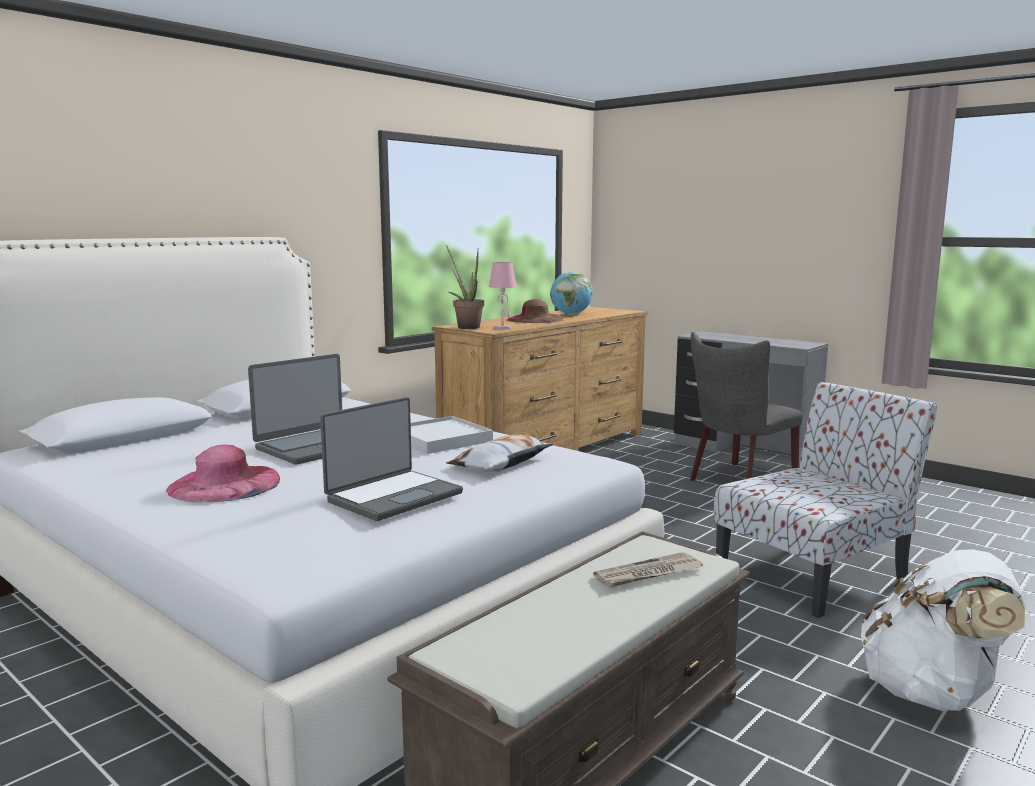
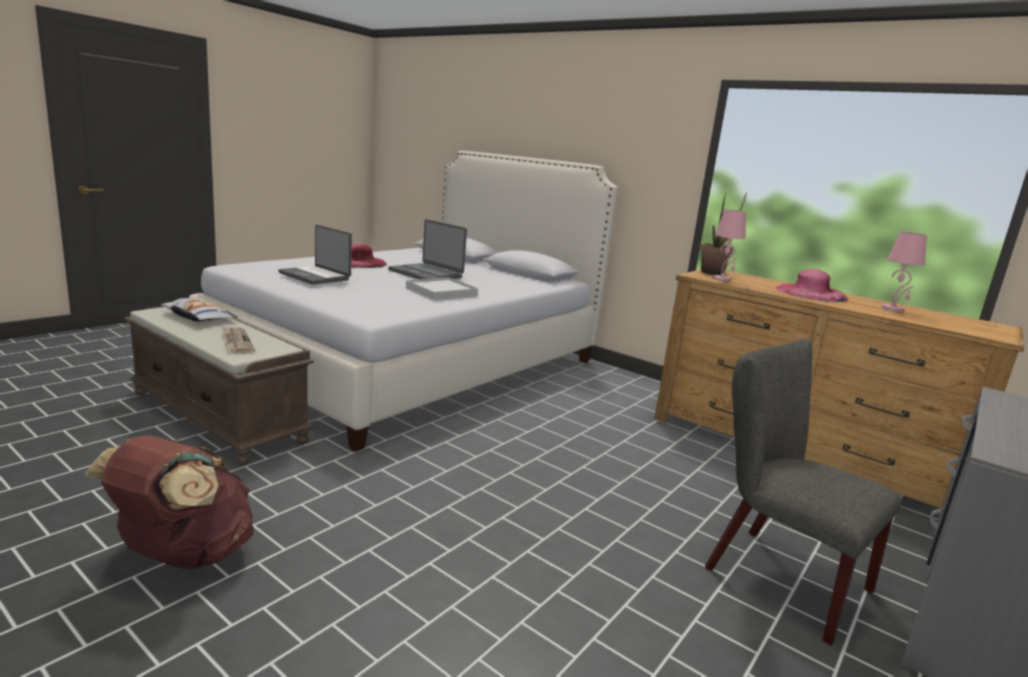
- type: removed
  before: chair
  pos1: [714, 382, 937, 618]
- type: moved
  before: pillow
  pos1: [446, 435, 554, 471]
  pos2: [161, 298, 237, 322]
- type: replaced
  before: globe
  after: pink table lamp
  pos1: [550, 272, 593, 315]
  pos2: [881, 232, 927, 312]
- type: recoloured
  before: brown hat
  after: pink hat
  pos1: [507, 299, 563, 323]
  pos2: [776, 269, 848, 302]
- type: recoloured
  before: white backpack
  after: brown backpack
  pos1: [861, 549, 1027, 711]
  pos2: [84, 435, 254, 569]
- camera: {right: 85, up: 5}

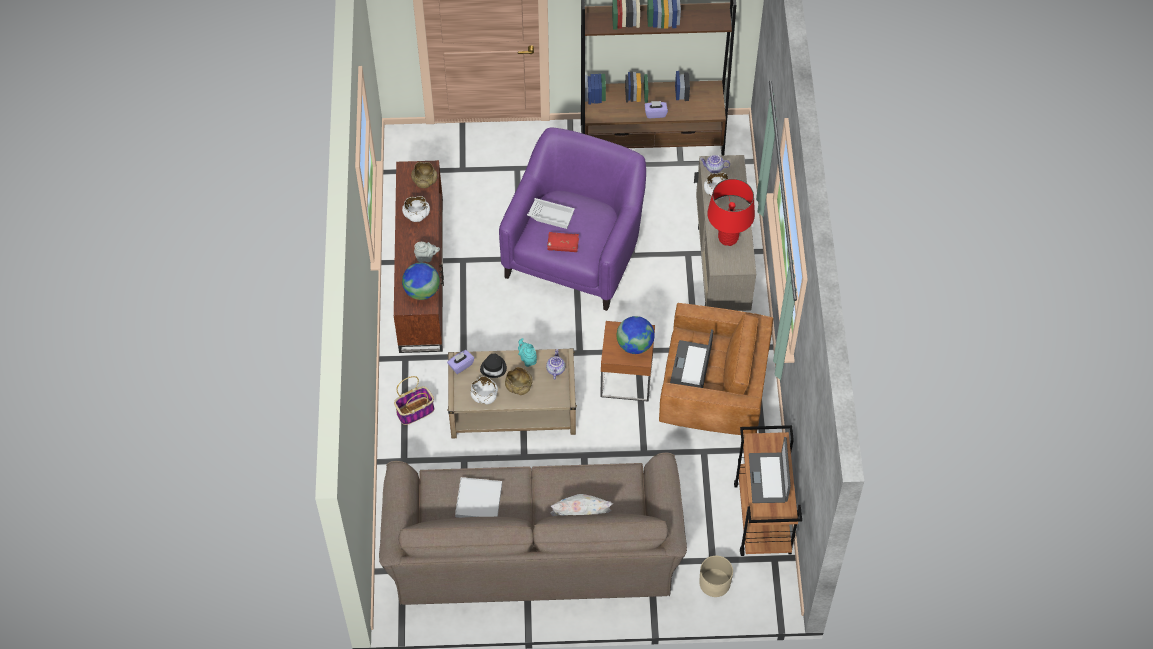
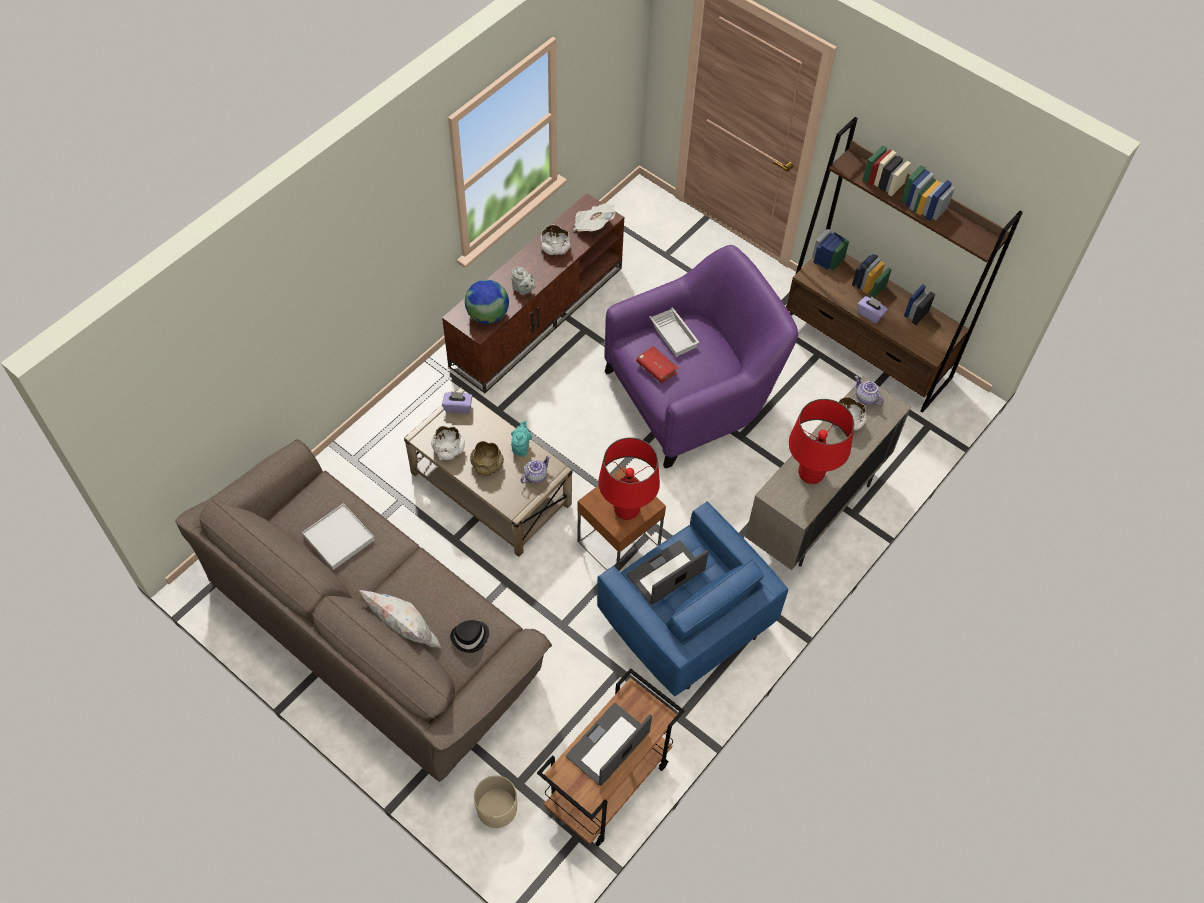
- type: removed
  before: basket
  pos1: [394, 376, 434, 425]
- type: moved
  before: black hat
  pos1: [480, 353, 507, 378]
  pos2: [450, 620, 489, 653]
- type: replaced
  before: beige bowl
  after: newspaper
  pos1: [411, 162, 437, 188]
  pos2: [573, 203, 615, 231]
- type: replaced
  before: globe
  after: red table lamp
  pos1: [617, 316, 655, 354]
  pos2: [598, 437, 660, 520]
- type: recoloured
  before: brown armchair
  after: blue armchair
  pos1: [659, 303, 773, 435]
  pos2: [597, 501, 788, 696]
- camera: {right: 40, up: 0}

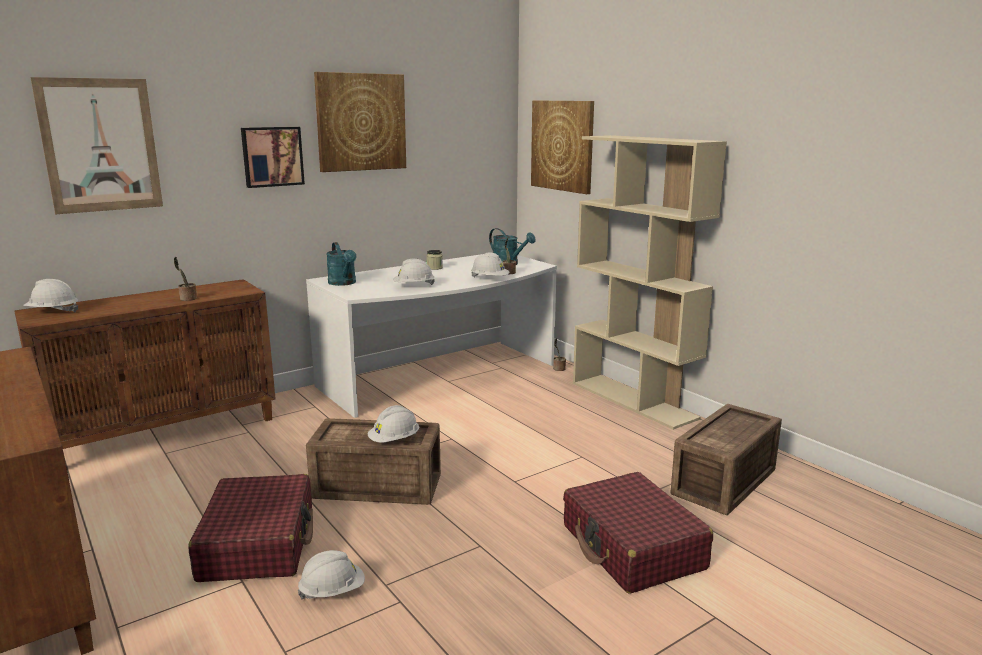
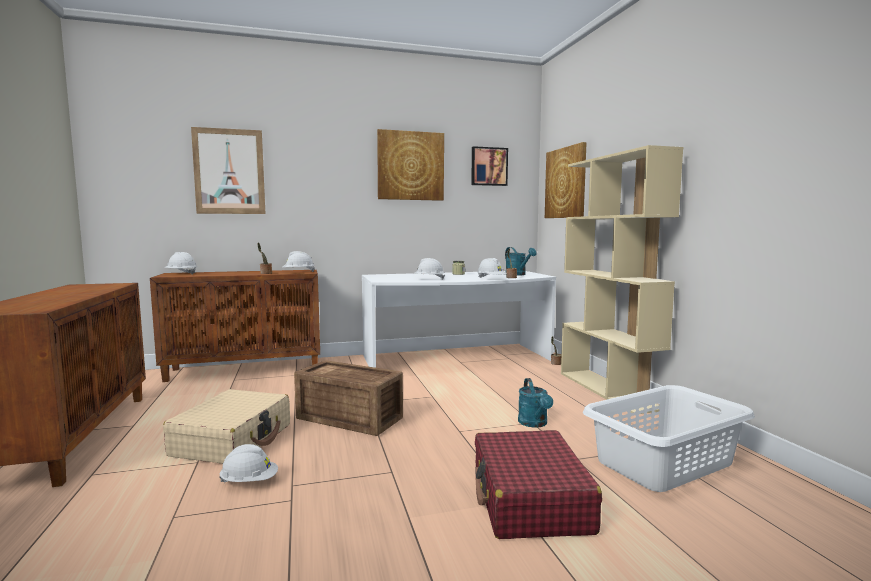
- type: moved
  before: picture
  pos1: [241, 127, 305, 188]
  pos2: [471, 146, 508, 186]
- type: moved
  before: turquoise watering can
  pos1: [326, 242, 356, 286]
  pos2: [518, 378, 553, 428]
- type: moved
  before: white hard hat
  pos1: [368, 405, 419, 443]
  pos2: [282, 251, 315, 272]
- type: replaced
  before: crate
  after: white laundry basket
  pos1: [670, 404, 782, 515]
  pos2: [583, 385, 755, 492]
- type: recoloured
  before: red suitcase
  after: beige suitcase
  pos1: [188, 474, 313, 582]
  pos2: [163, 389, 290, 464]
- camera: {right: 20, up: -10}

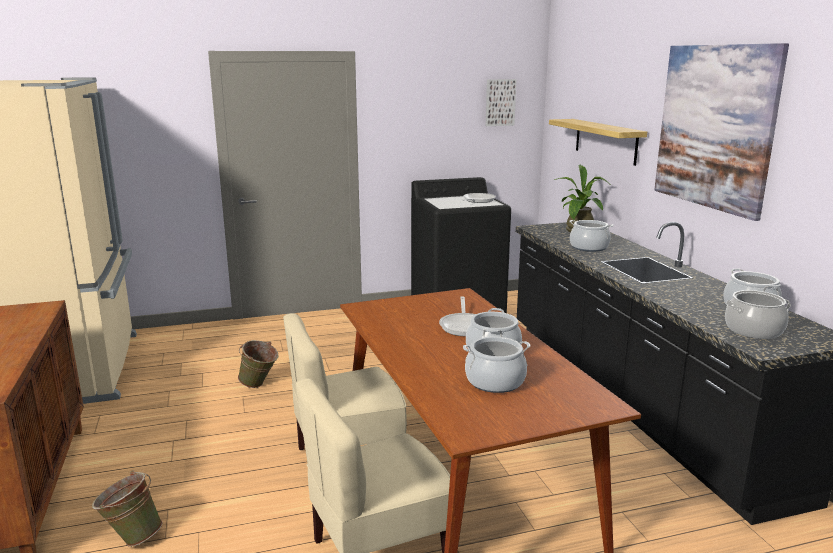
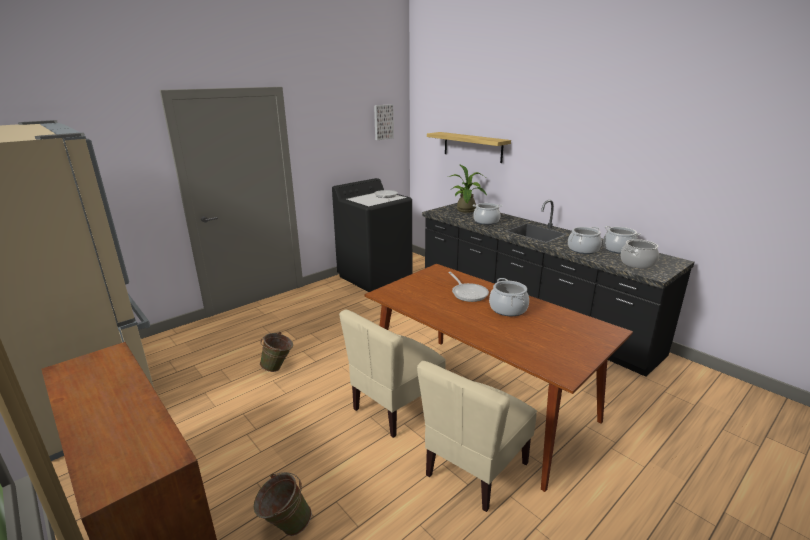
- type: removed
  before: picture
  pos1: [654, 43, 789, 221]
- type: moved
  before: cooking pot
  pos1: [463, 336, 530, 393]
  pos2: [568, 227, 602, 254]
- camera: {right: -25, up: 5}

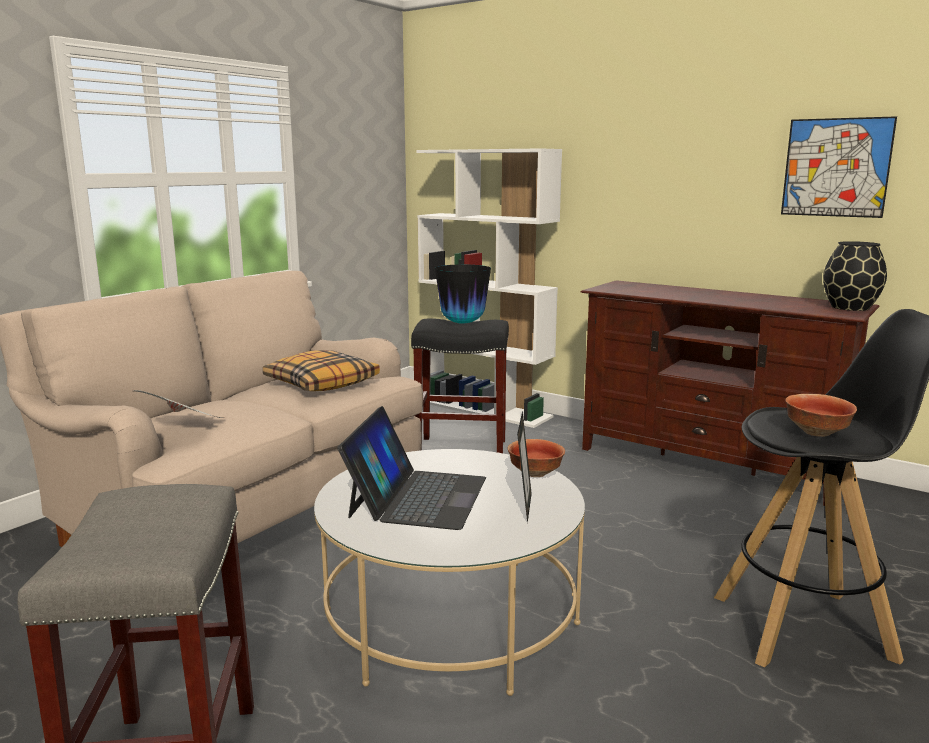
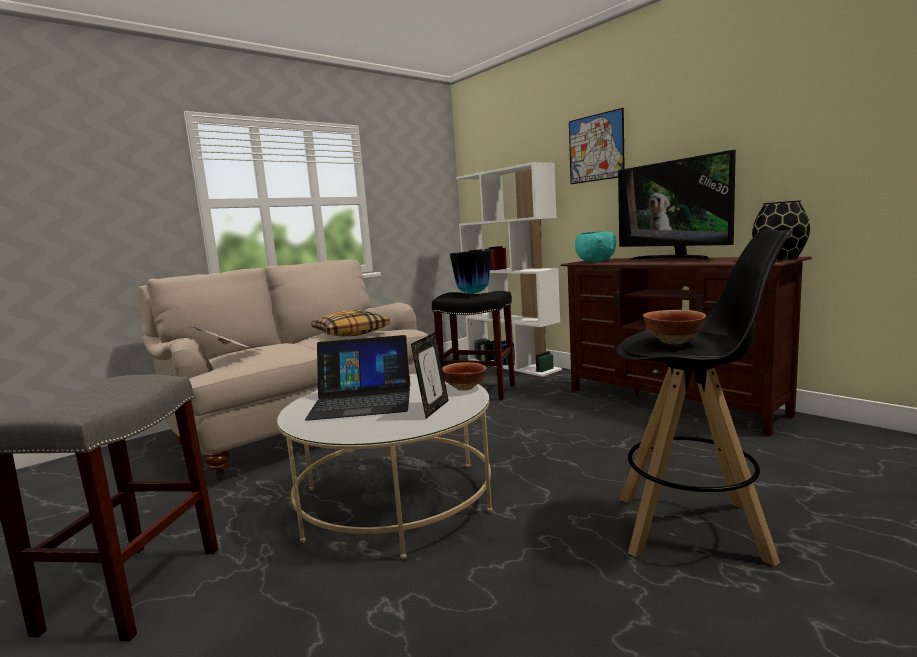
- type: added
  after: turquoise bowl
  pos2: [575, 231, 616, 262]
- type: added
  after: television
  pos2: [618, 150, 736, 260]
- type: moved
  before: picture
  pos1: [781, 116, 897, 218]
  pos2: [569, 108, 625, 184]
- type: turned
  before: laptop
  pos1: [337, 406, 486, 530]
  pos2: [305, 335, 410, 421]
  turn: 60
- camera: {right: 15, up: -5}

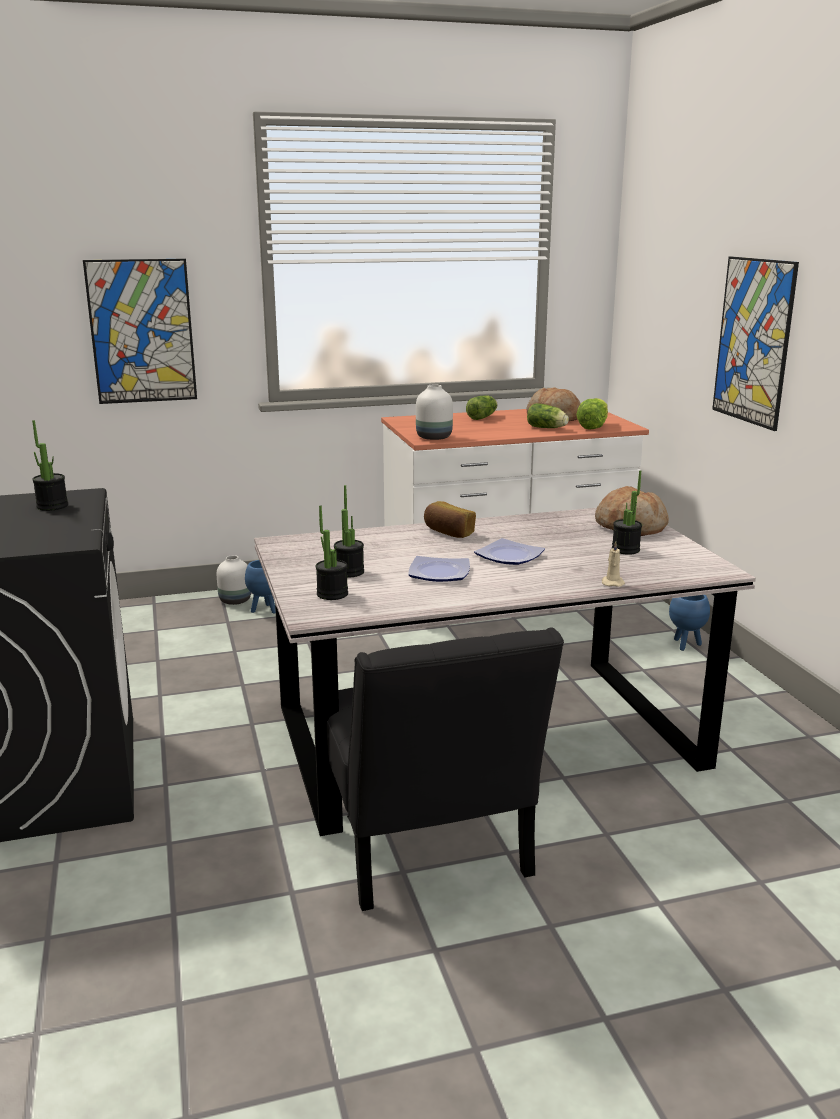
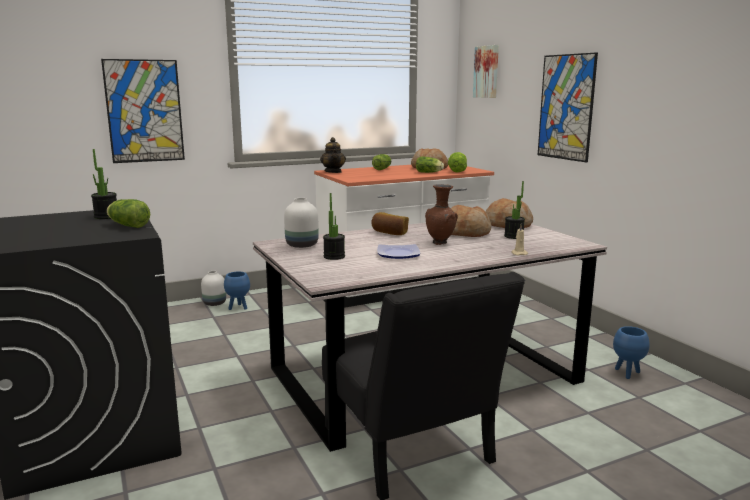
- type: removed
  before: potted plant
  pos1: [316, 506, 348, 600]
- type: added
  after: lettuce
  pos2: [107, 199, 150, 228]
- type: added
  after: teapot
  pos2: [320, 137, 346, 173]
- type: added
  after: bread
  pos2: [451, 205, 491, 237]
- type: added
  after: picture
  pos2: [473, 45, 499, 98]
- type: moved
  before: white vase
  pos1: [416, 384, 453, 440]
  pos2: [284, 198, 319, 248]
- type: moved
  before: blue planter
  pos1: [669, 595, 710, 651]
  pos2: [613, 326, 649, 379]
- type: replaced
  before: plate
  after: brown vase
  pos1: [474, 538, 545, 565]
  pos2: [425, 184, 458, 245]
- camera: {right: -10, up: -5}

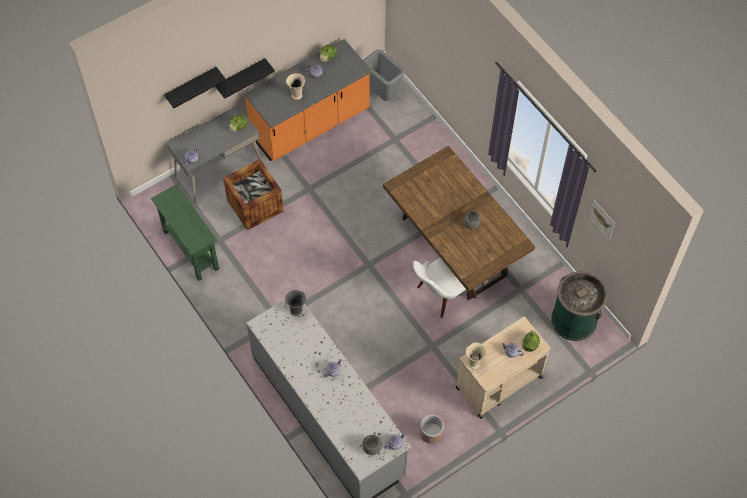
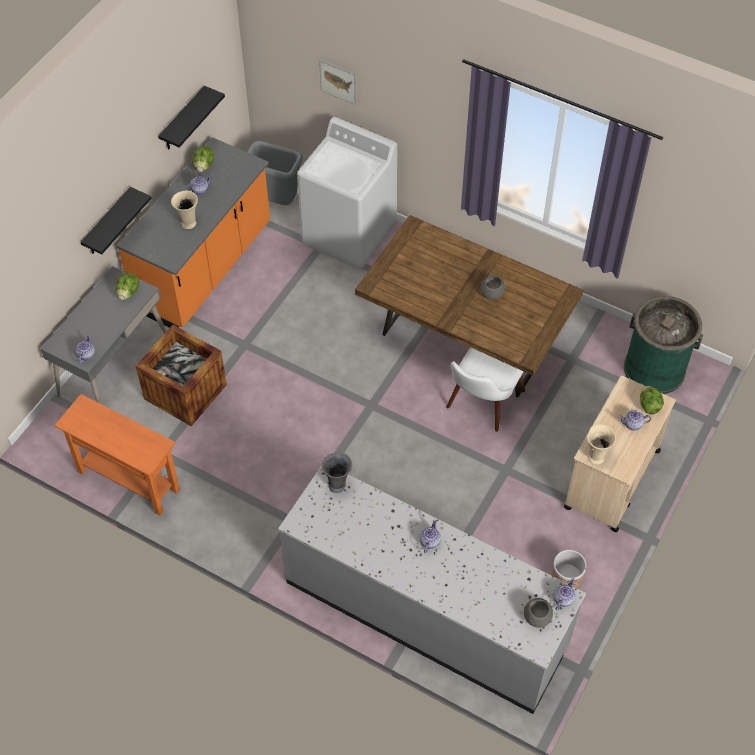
- type: added
  after: white washing machine
  pos2: [297, 117, 397, 270]
- type: moved
  before: black shelf
  pos1: [164, 67, 226, 108]
  pos2: [158, 86, 225, 150]
- type: moved
  before: picture
  pos1: [588, 200, 615, 240]
  pos2: [319, 59, 357, 105]
- type: recoloured
  before: green console table
  after: orange console table
  pos1: [151, 184, 219, 281]
  pos2: [54, 394, 180, 516]
- camera: {right: -25, up: -5}

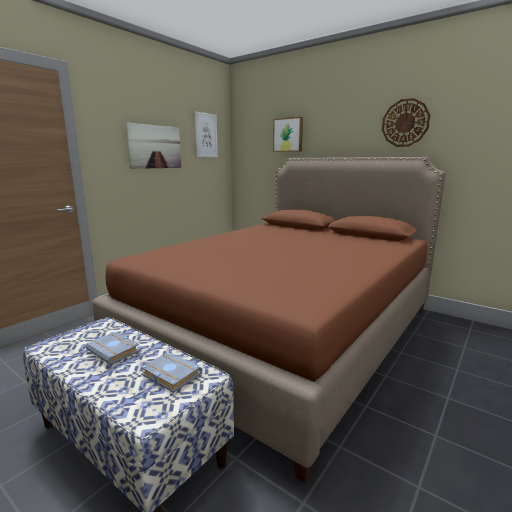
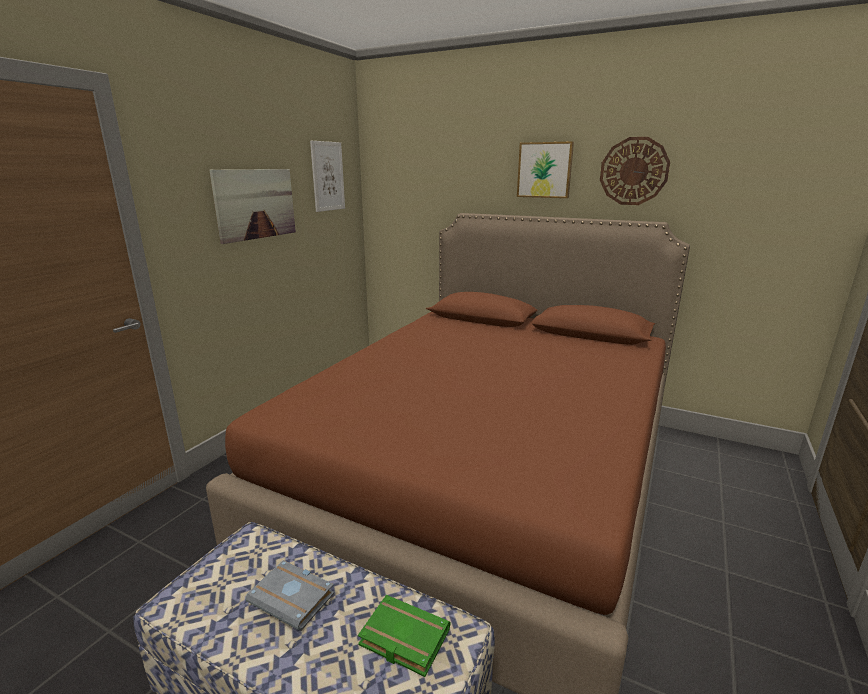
- type: moved
  before: picture
  pos1: [273, 117, 303, 152]
  pos2: [517, 141, 574, 198]
- type: recoloured
  before: grey book
  after: green book
  pos1: [141, 352, 202, 393]
  pos2: [358, 595, 451, 677]
- camera: {right: -10, up: 5}

